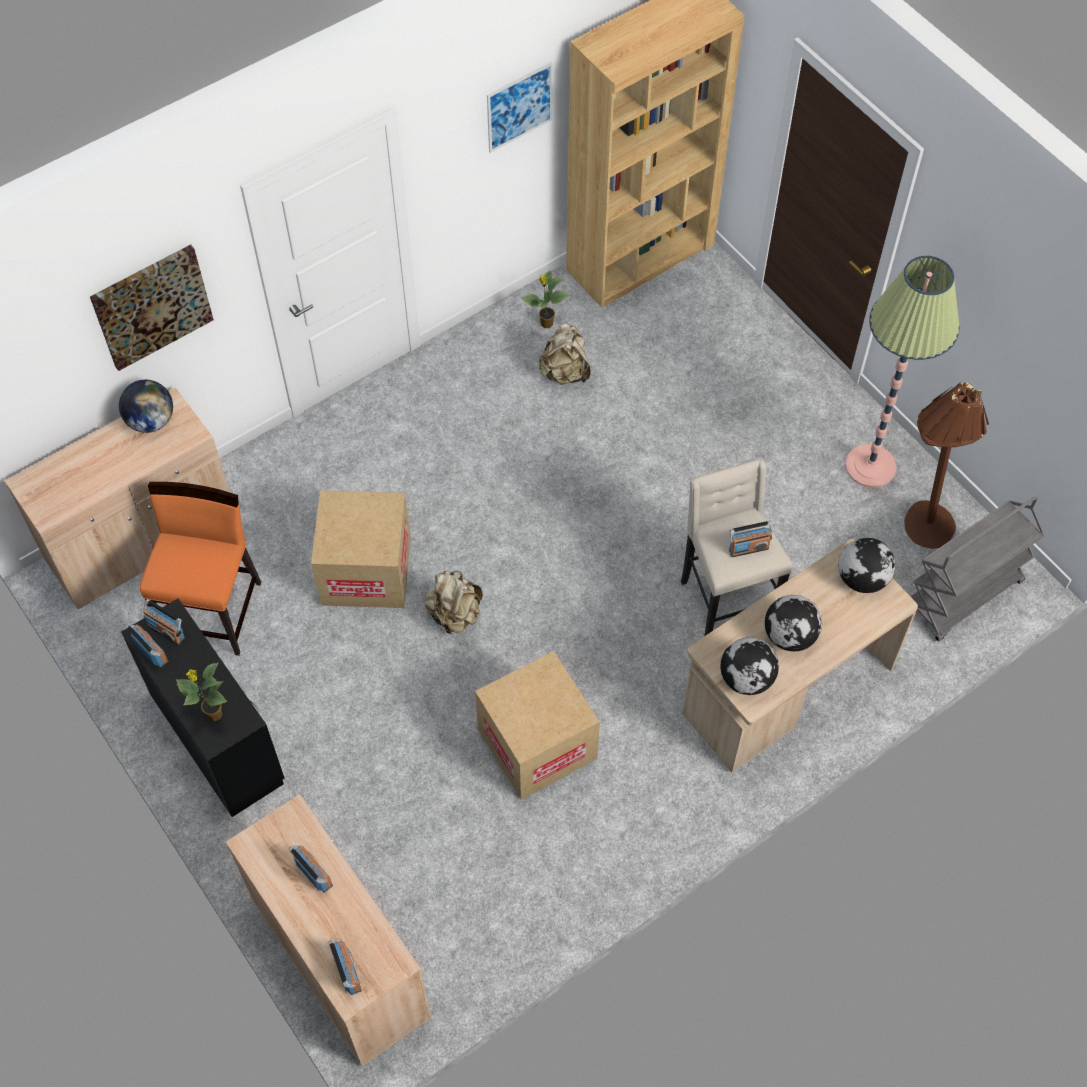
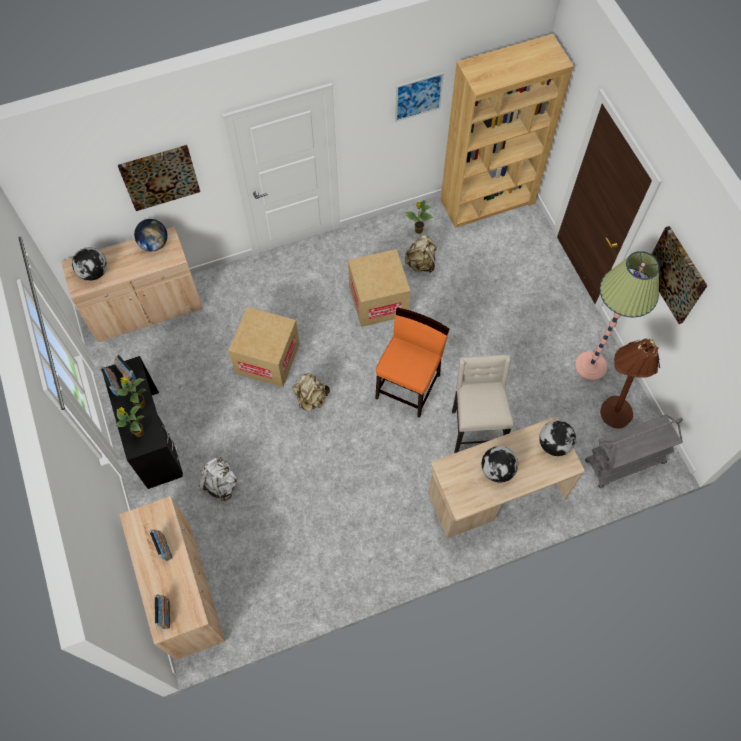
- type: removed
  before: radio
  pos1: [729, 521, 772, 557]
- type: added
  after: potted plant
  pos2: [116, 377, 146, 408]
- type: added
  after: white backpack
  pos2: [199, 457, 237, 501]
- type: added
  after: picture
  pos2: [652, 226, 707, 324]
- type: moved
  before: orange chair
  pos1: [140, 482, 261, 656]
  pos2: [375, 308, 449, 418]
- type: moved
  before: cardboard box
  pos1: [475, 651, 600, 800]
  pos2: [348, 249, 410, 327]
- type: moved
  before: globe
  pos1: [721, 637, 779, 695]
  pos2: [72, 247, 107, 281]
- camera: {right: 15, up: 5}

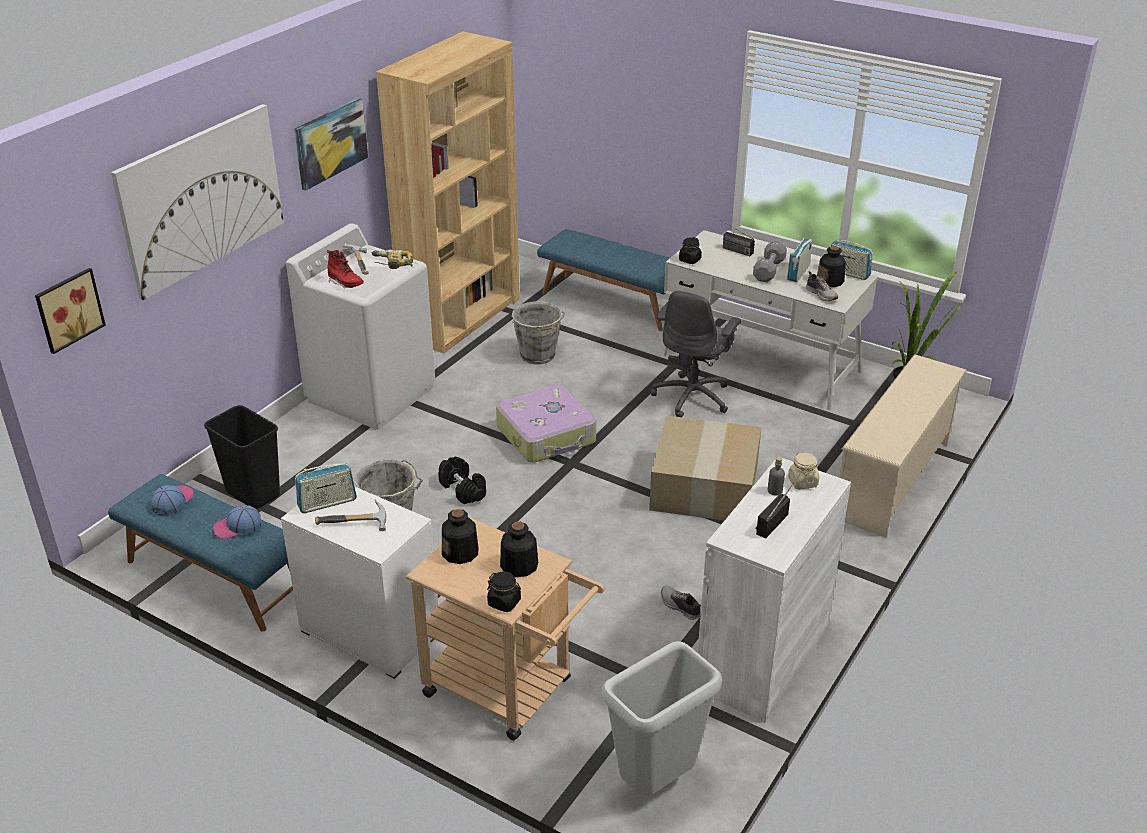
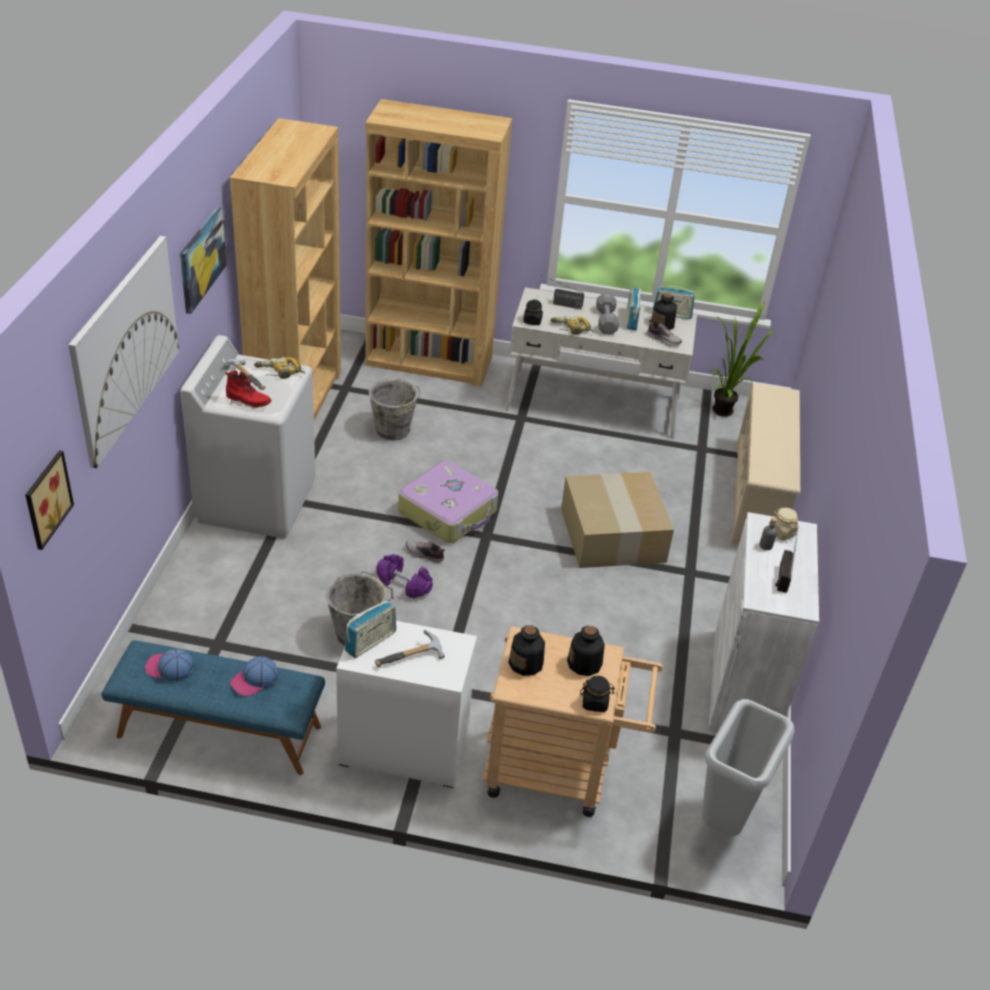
- type: removed
  before: black trash can
  pos1: [204, 405, 280, 509]
- type: removed
  before: grey office chair
  pos1: [651, 291, 741, 417]
- type: added
  after: power drill
  pos2: [550, 316, 594, 335]
- type: moved
  before: shoe
  pos1: [661, 586, 701, 620]
  pos2: [406, 539, 445, 563]
- type: replaced
  before: blue bench
  after: brown bookcase
  pos1: [537, 229, 670, 331]
  pos2: [365, 99, 512, 386]
- type: recoloured
  before: black dumbbell
  after: purple dumbbell
  pos1: [438, 457, 486, 505]
  pos2: [377, 554, 433, 599]
- type: turned
  before: cap
  pos1: [150, 485, 194, 515]
  pos2: [145, 649, 194, 681]
  turn: -75
- camera: {right: -25, up: 5}

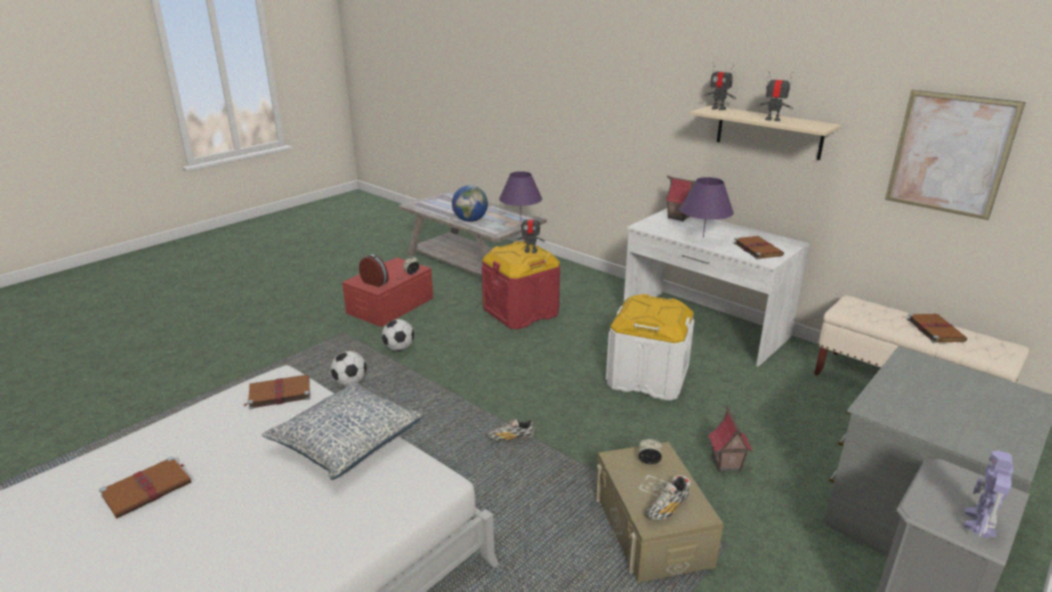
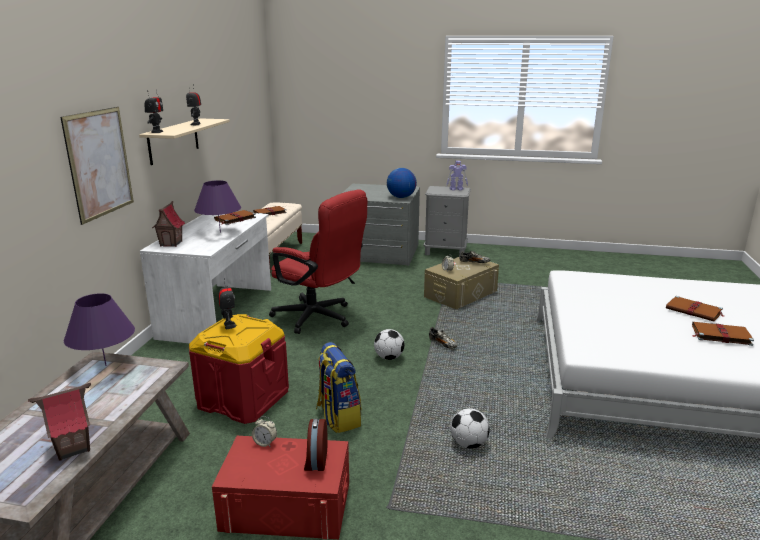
- type: removed
  before: pillow
  pos1: [262, 381, 424, 480]
- type: added
  after: backpack
  pos2: [316, 342, 361, 433]
- type: moved
  before: brown book
  pos1: [244, 374, 311, 409]
  pos2: [666, 296, 724, 322]
- type: moved
  before: football
  pos1: [382, 319, 414, 351]
  pos2: [374, 329, 404, 360]
- type: moved
  before: globe
  pos1: [452, 185, 488, 222]
  pos2: [387, 168, 417, 198]
- type: moved
  before: toy house
  pos1: [708, 406, 752, 472]
  pos2: [28, 383, 91, 461]
- type: moved
  before: picture
  pos1: [885, 90, 1026, 220]
  pos2: [60, 107, 134, 225]
- type: replaced
  before: white storage box
  after: red office chair
  pos1: [606, 294, 694, 401]
  pos2: [269, 190, 367, 334]
- camera: {right: -120, up: -5}

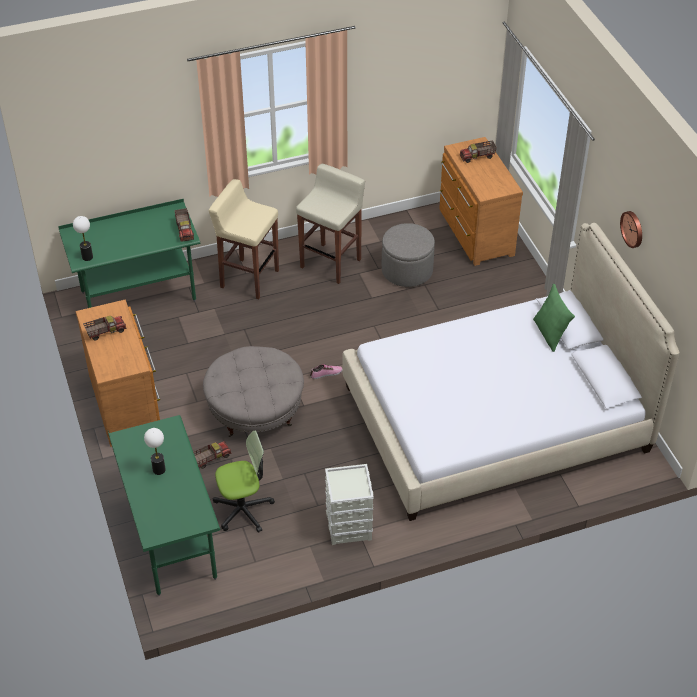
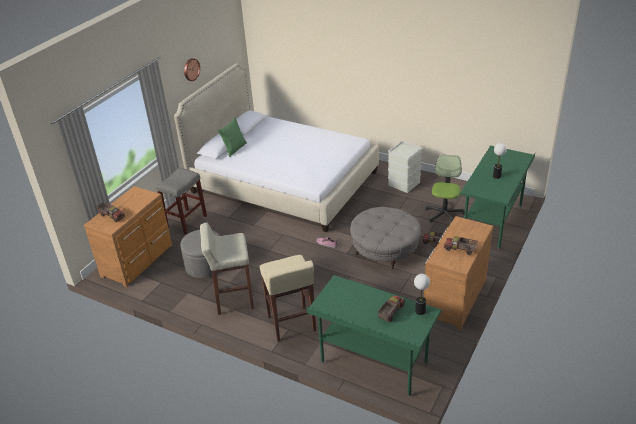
- type: added
  after: grey stool
  pos2: [156, 168, 207, 234]
- type: moved
  before: toy truck
  pos1: [175, 208, 194, 242]
  pos2: [378, 295, 405, 322]
- type: turned
  before: office chair
  pos1: [213, 430, 275, 533]
  pos2: [425, 154, 465, 223]
  turn: 75
- camera: {right: -130, up: -10}

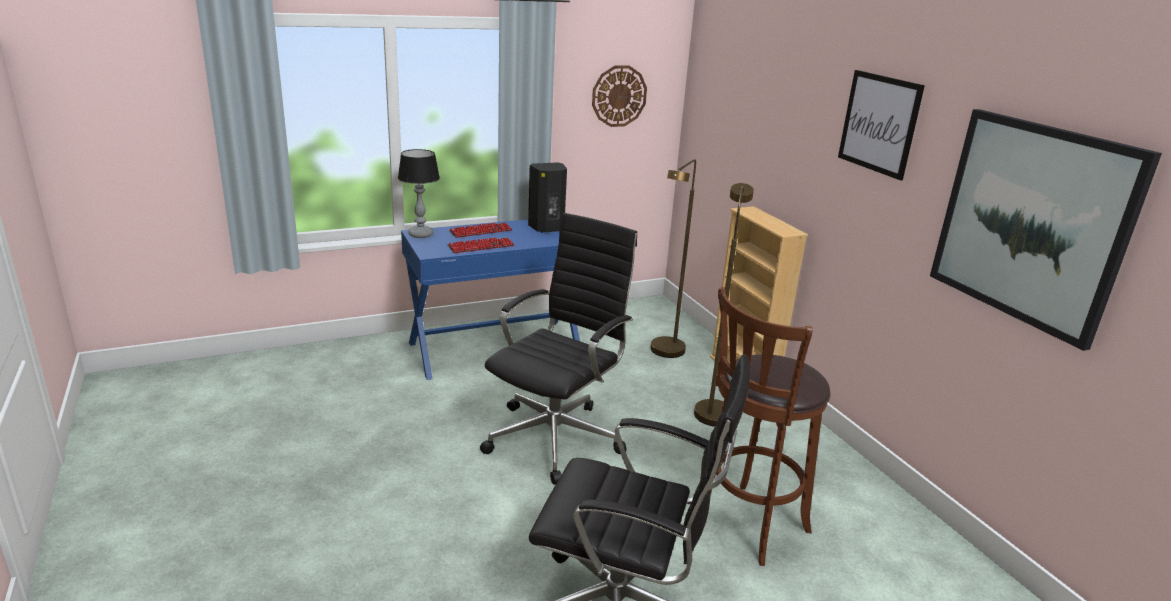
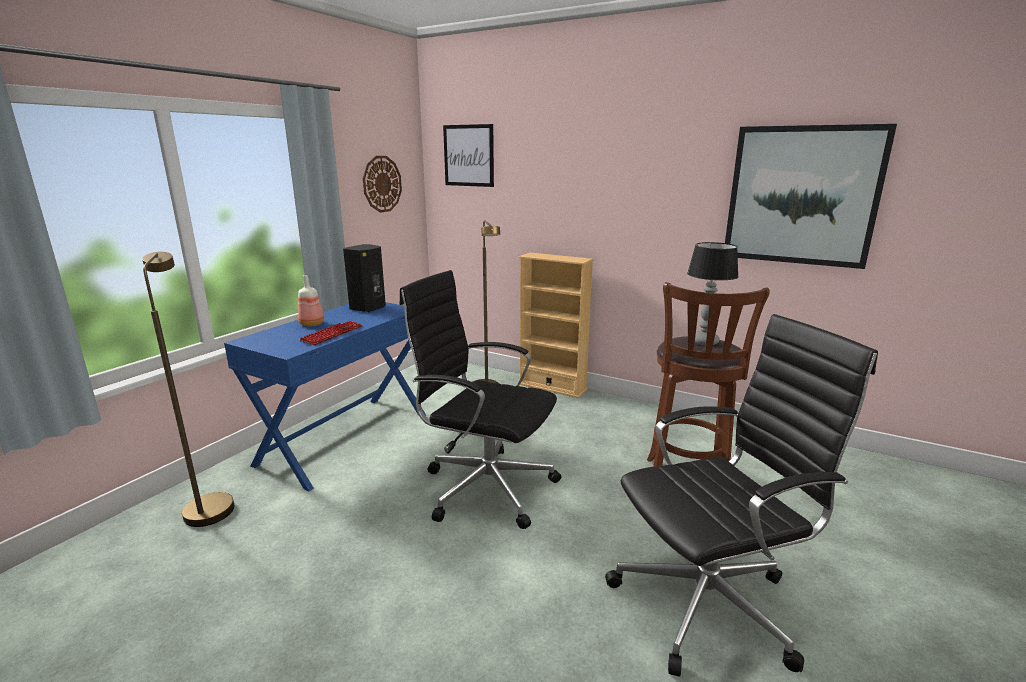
- type: moved
  before: table lamp
  pos1: [398, 149, 440, 238]
  pos2: [687, 242, 739, 345]
- type: moved
  before: brown floor lamp
  pos1: [694, 183, 754, 427]
  pos2: [142, 252, 234, 527]
- type: moved
  before: picture
  pos1: [838, 70, 925, 181]
  pos2: [443, 124, 494, 187]
- type: replaced
  before: keyboard
  after: bottle
  pos1: [449, 223, 512, 238]
  pos2: [298, 275, 324, 326]
- type: turned
  before: black office chair
  pos1: [480, 213, 637, 485]
  pos2: [399, 270, 561, 529]
  turn: -60
- camera: {right: -35, up: -5}

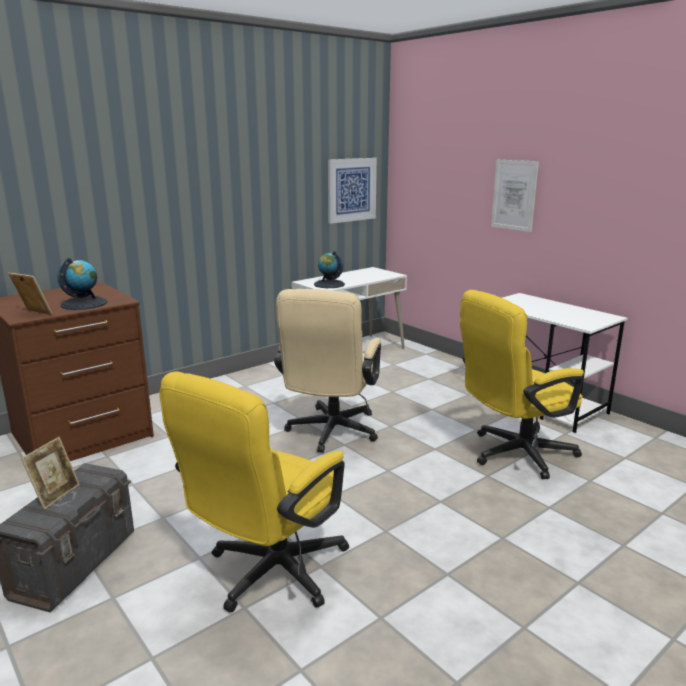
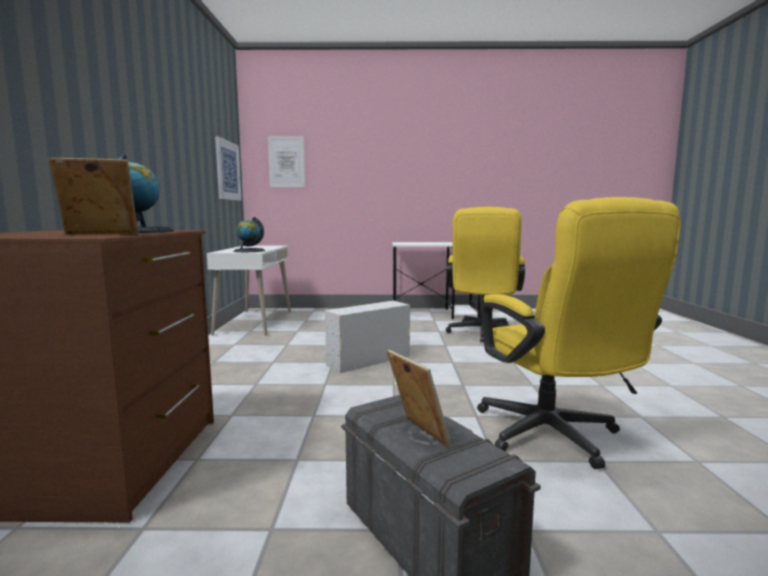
- type: moved
  before: picture
  pos1: [491, 160, 539, 232]
  pos2: [268, 136, 305, 187]
- type: replaced
  before: beige office chair
  after: white storage box
  pos1: [274, 289, 381, 453]
  pos2: [325, 301, 410, 373]
- camera: {right: -50, up: -10}

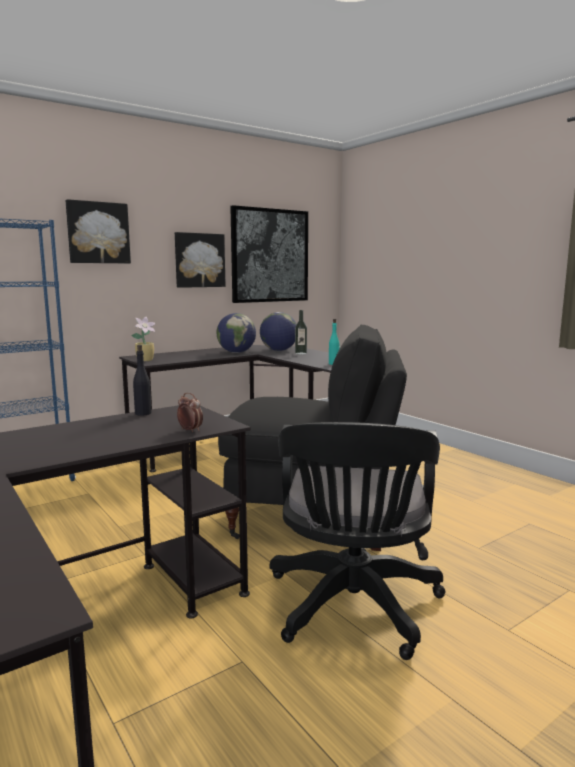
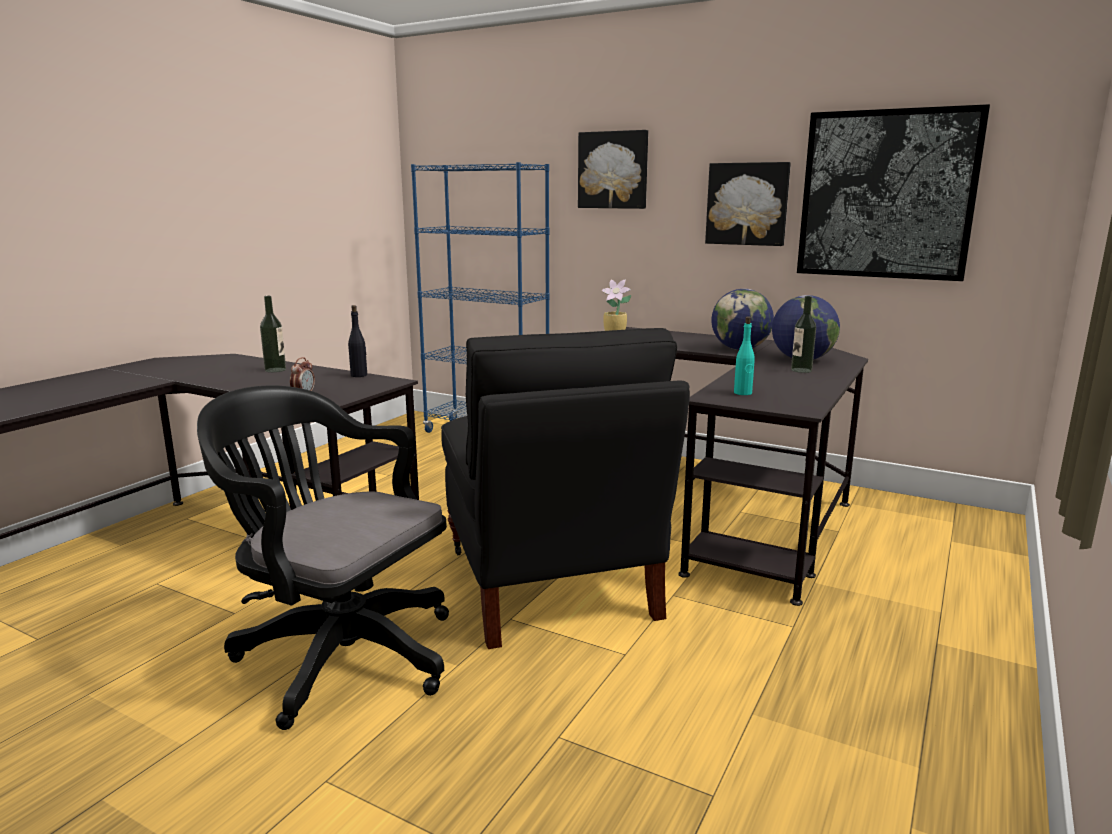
- type: added
  after: bottle
  pos2: [260, 296, 286, 372]
- type: turned
  before: black office chair
  pos1: [270, 422, 445, 660]
  pos2: [197, 386, 449, 730]
  turn: 45
- camera: {right: 65, up: 5}

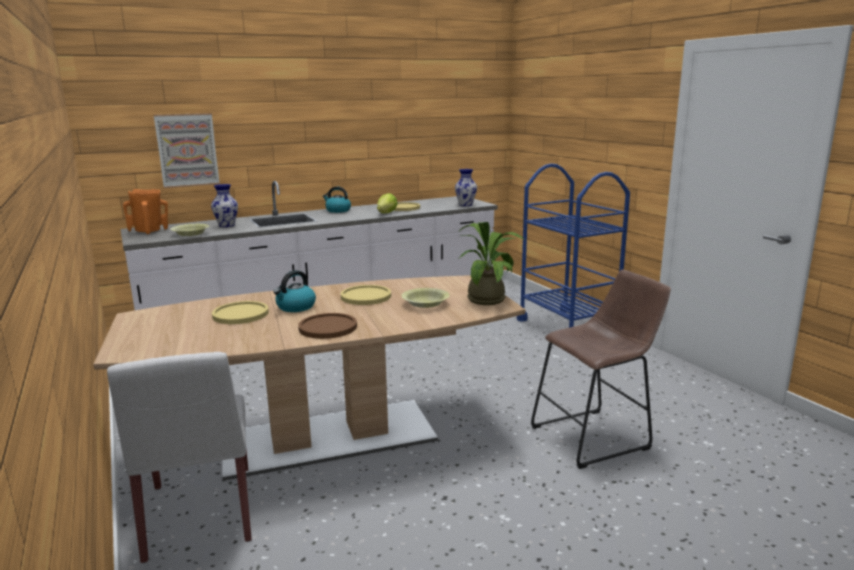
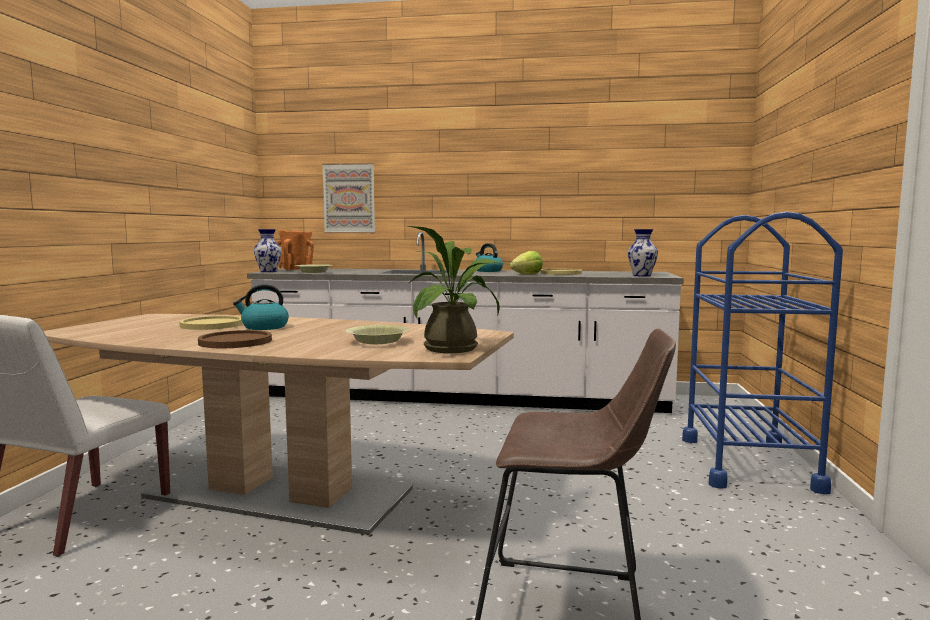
- type: removed
  before: yellow plate
  pos1: [341, 285, 391, 305]
- type: moved
  before: vase
  pos1: [211, 184, 238, 227]
  pos2: [254, 229, 282, 272]
- camera: {right: 35, up: -10}

